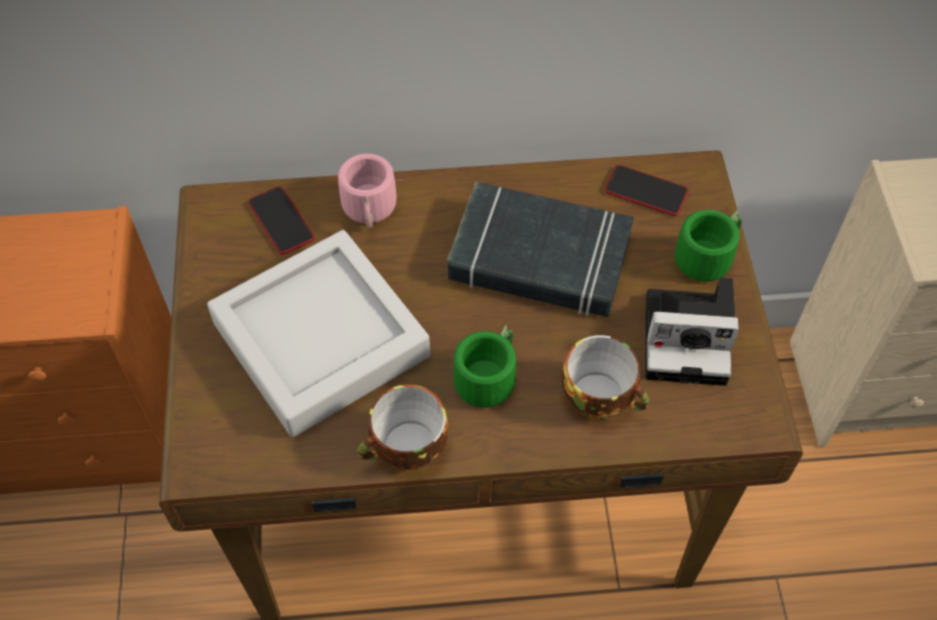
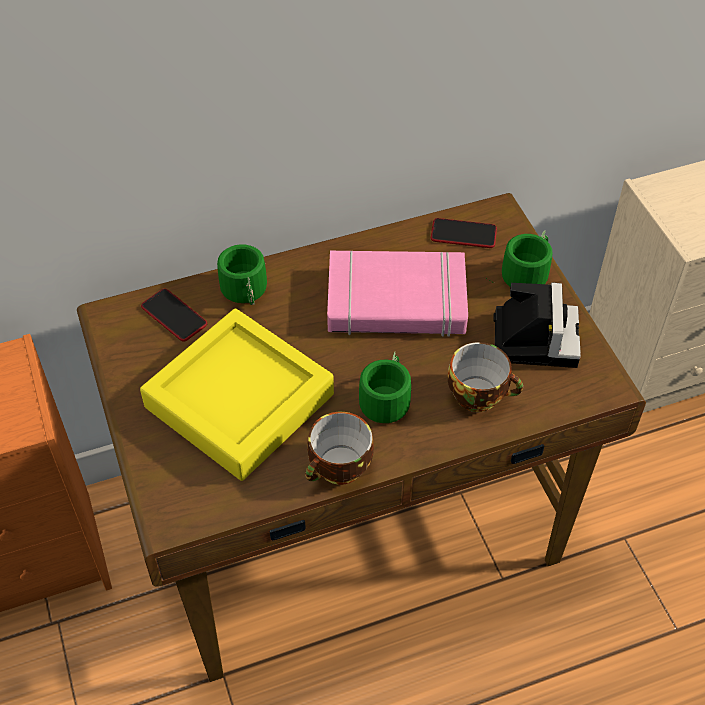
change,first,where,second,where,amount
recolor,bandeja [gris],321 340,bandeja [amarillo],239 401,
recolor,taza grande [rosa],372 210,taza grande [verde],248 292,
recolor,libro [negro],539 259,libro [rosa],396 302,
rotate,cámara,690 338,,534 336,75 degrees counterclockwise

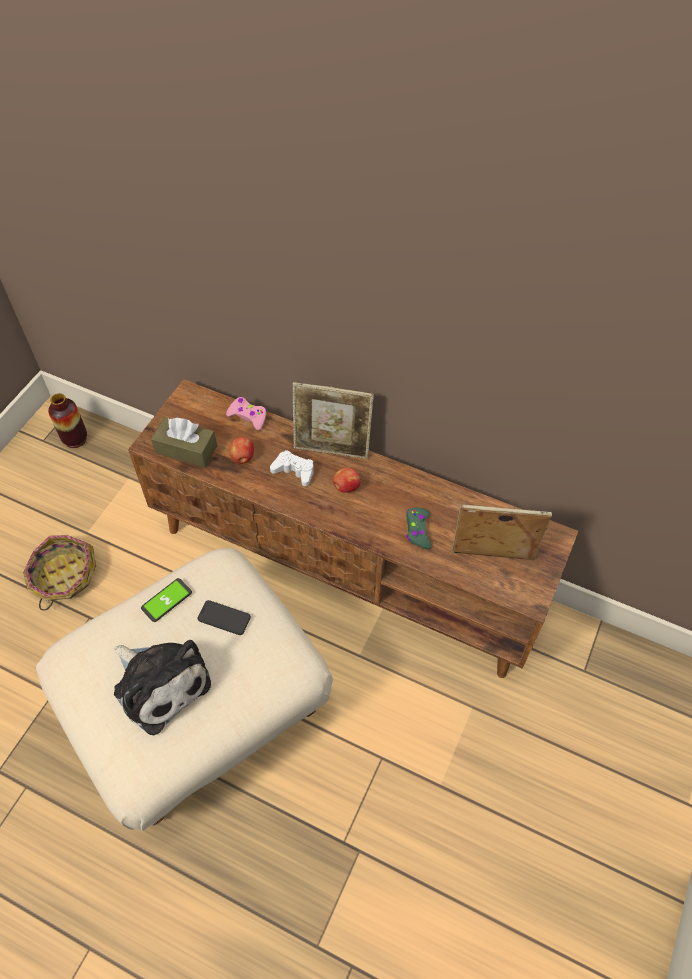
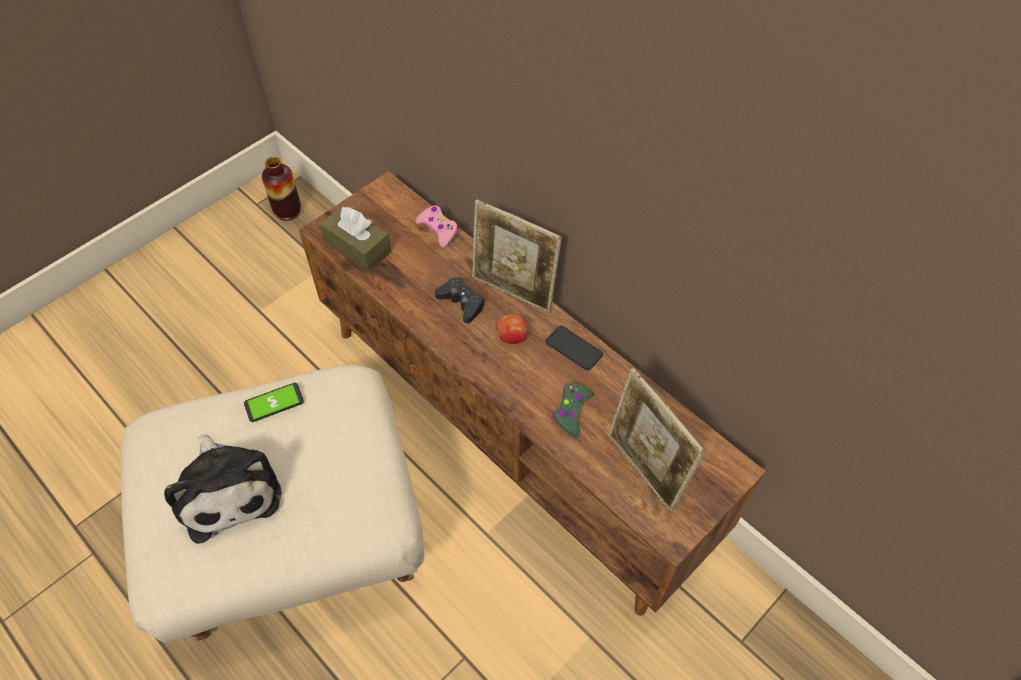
change,first,where,second,where,amount
delete,cesta,63 576,,,
move,móvil,224 618,,574 348,
delete,manzana,242 458,,,
recolor,mando de consola [blanco],294 471,mando de consola [negro],462 303,
rotate,portarretratos,491 558,,644 470,150 degrees counterclockwise

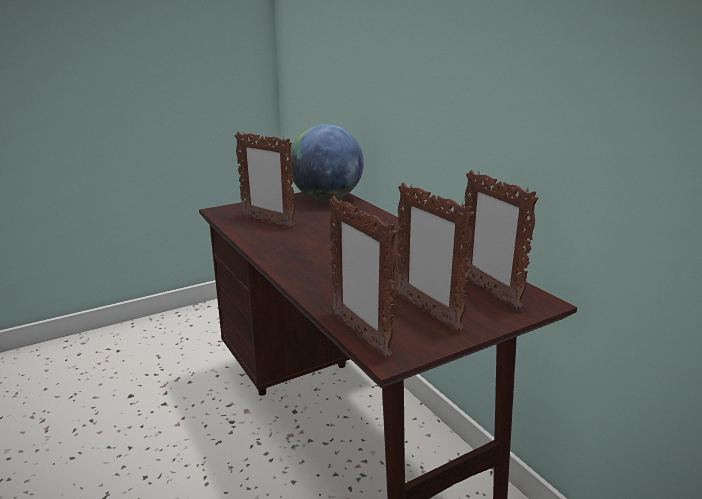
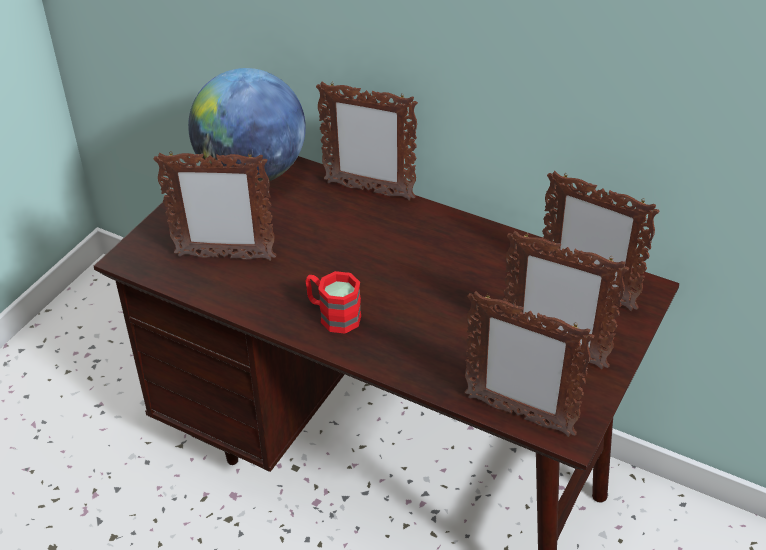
change,first,where,second,where,amount
insert,,,taza grande [rojo],333 315,
insert,,,portarretratos,368 191,

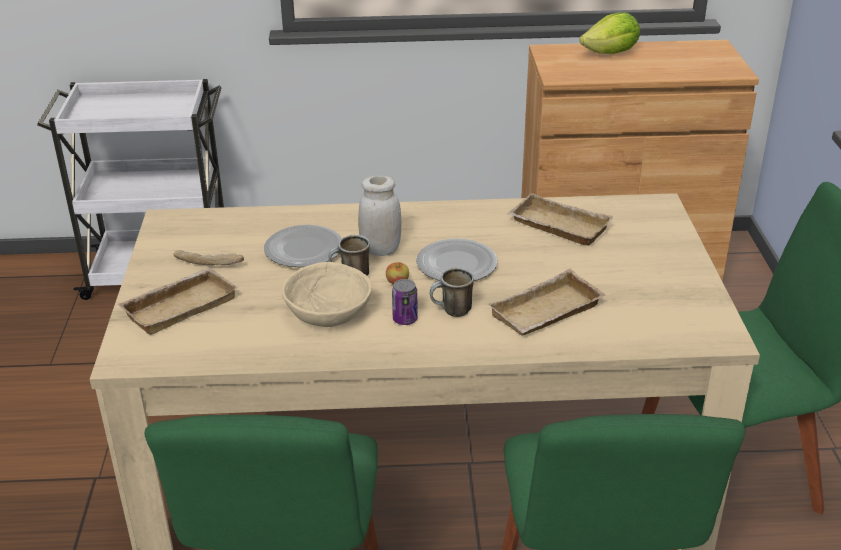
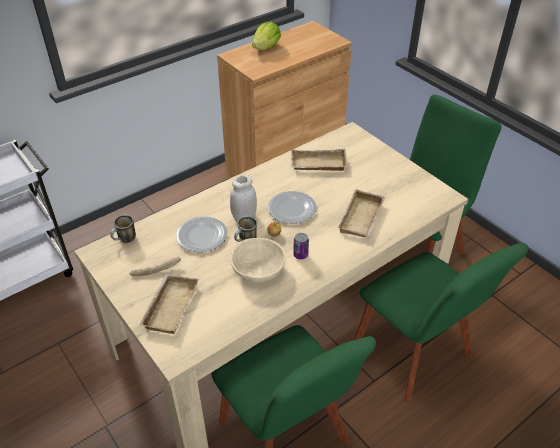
change,first,where,second,where,amount
move,taza grande,452 312,,125 240,

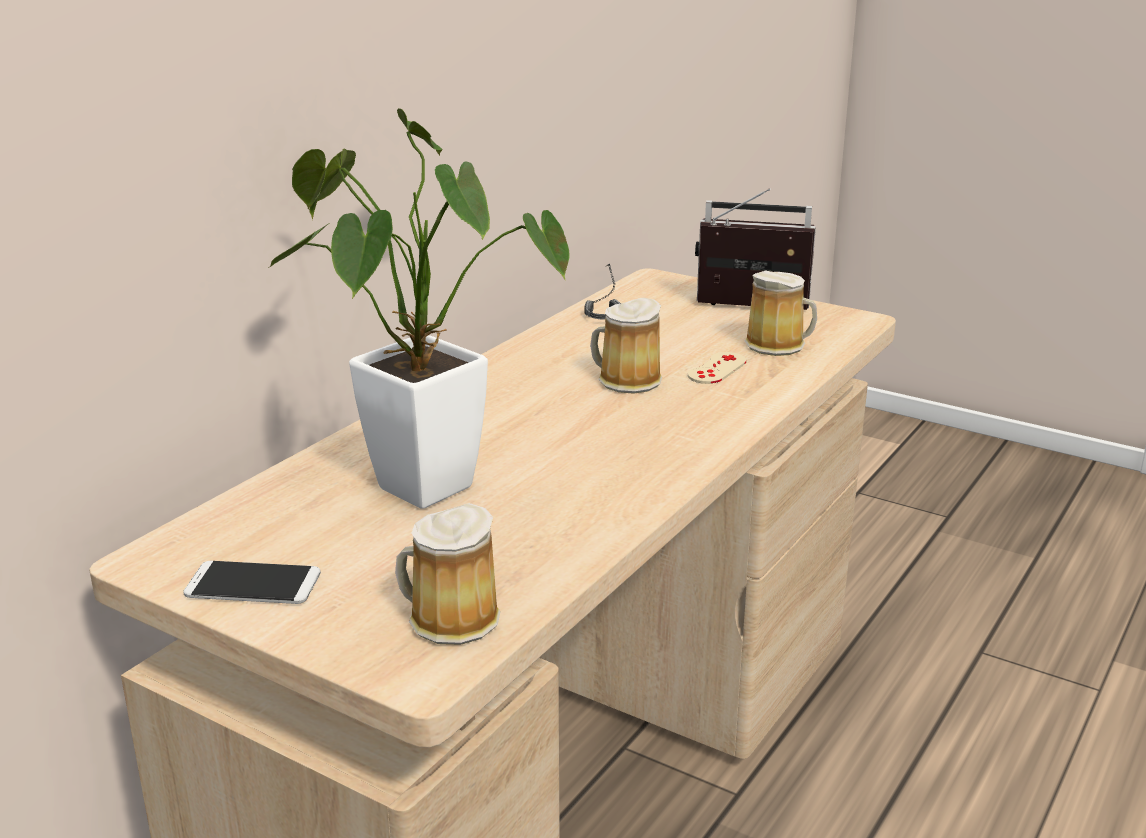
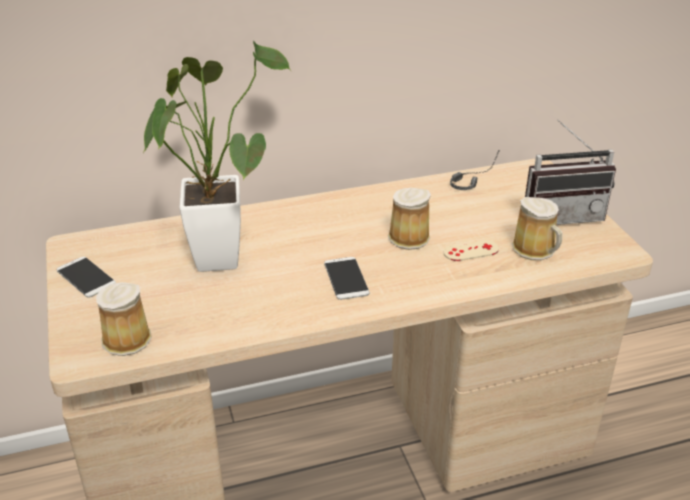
change,first,where,second,where,amount
rotate,radio,749 310,,560 215,120 degrees clockwise
insert,,,móvil,346 279,

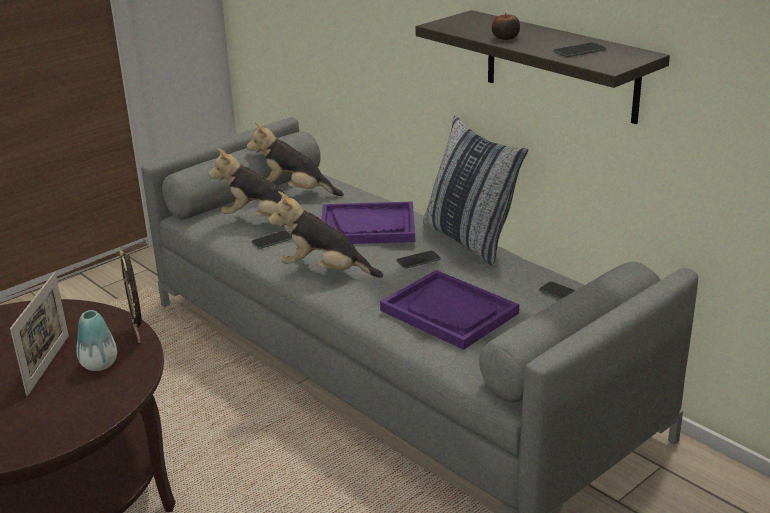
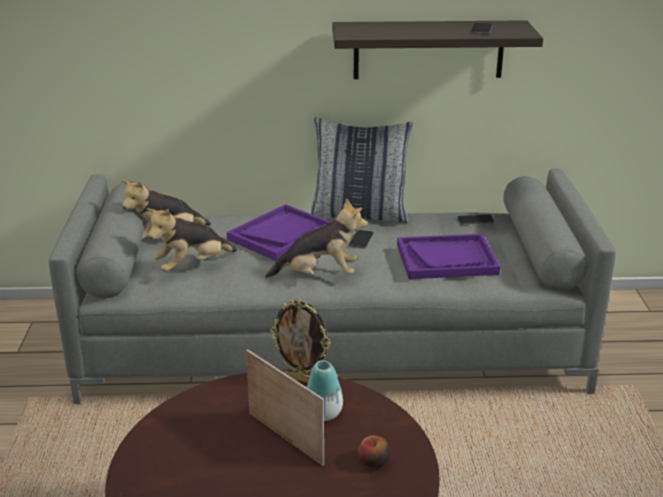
change,first,where,second,where,amount
delete,móvil,272 240,,,
rotate,peluche,325 271,,319 275,150 degrees counterclockwise
move,manzana,505 38,,373 461,

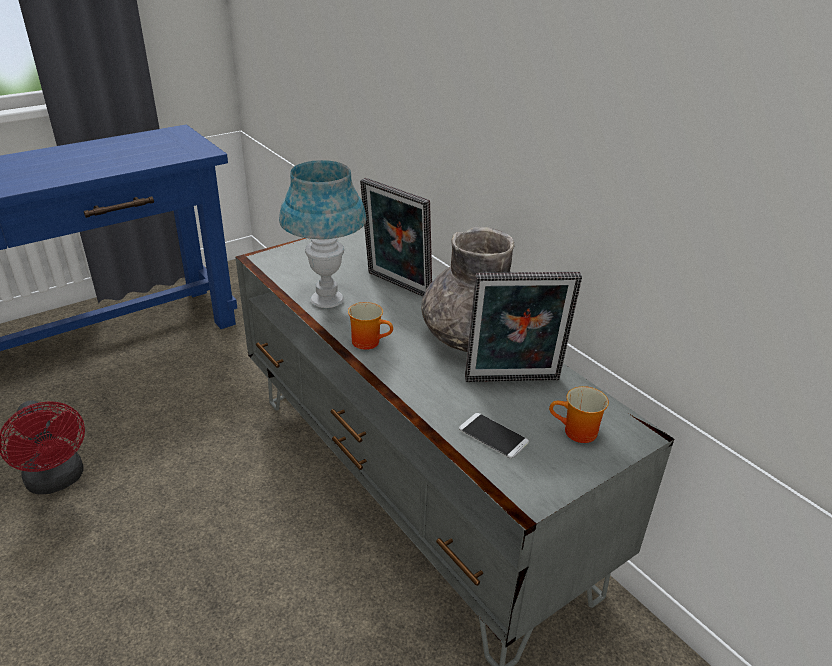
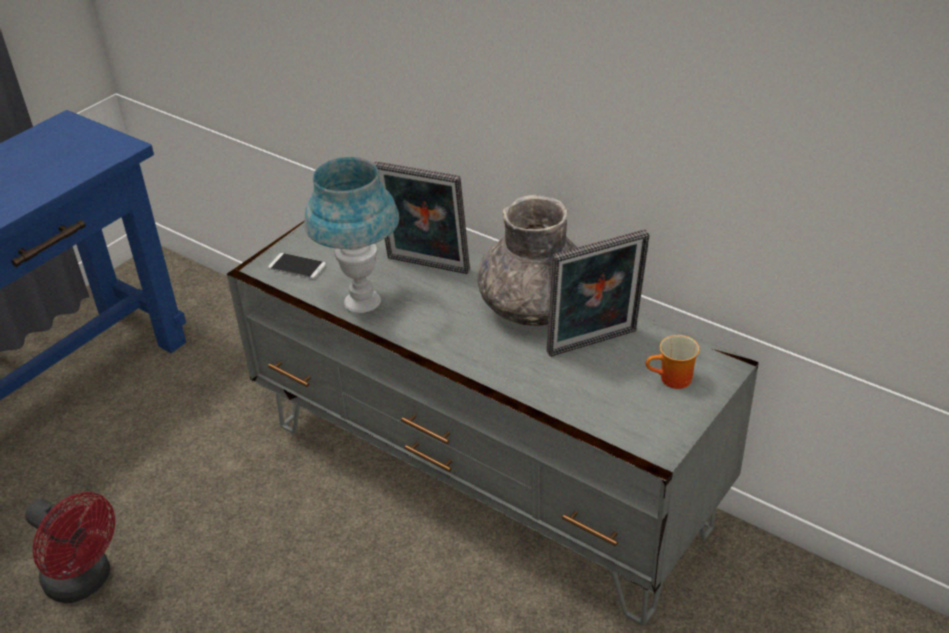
change,first,where,second,where,amount
delete,taza grande,369 341,,,
move,móvil,493 436,,297 266,

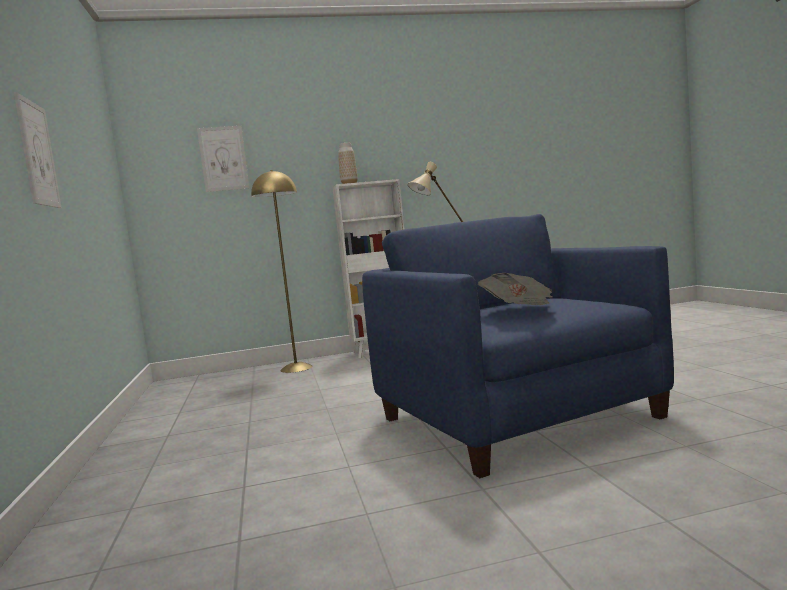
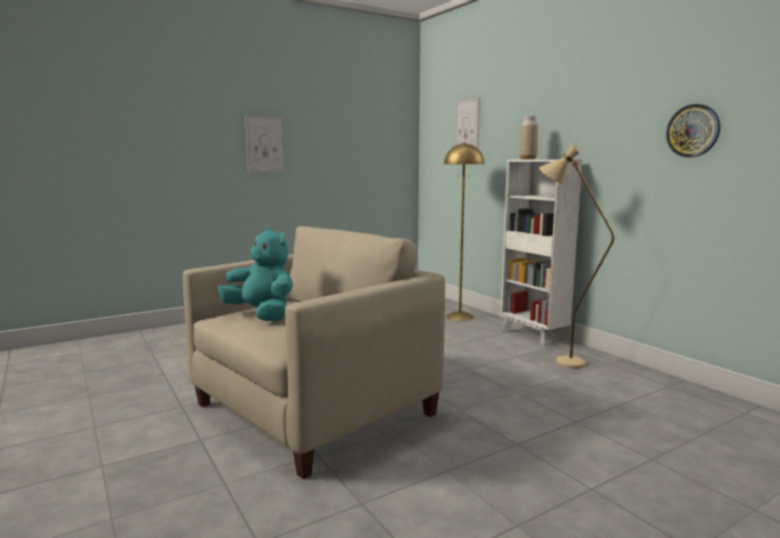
change,first,where,second,where,amount
recolor,sillón [azul],518 418,sillón [beis],313 409,
replace,periódico,520 311,peluche [turquesa],262 315,
insert,,,reloj de pared,693 131,

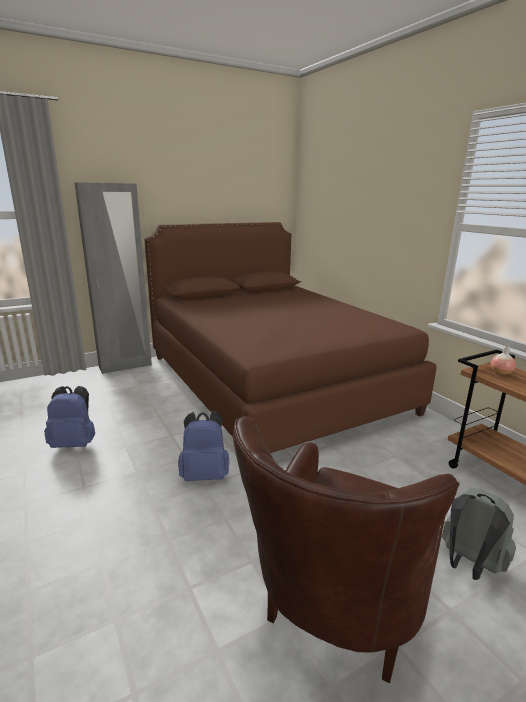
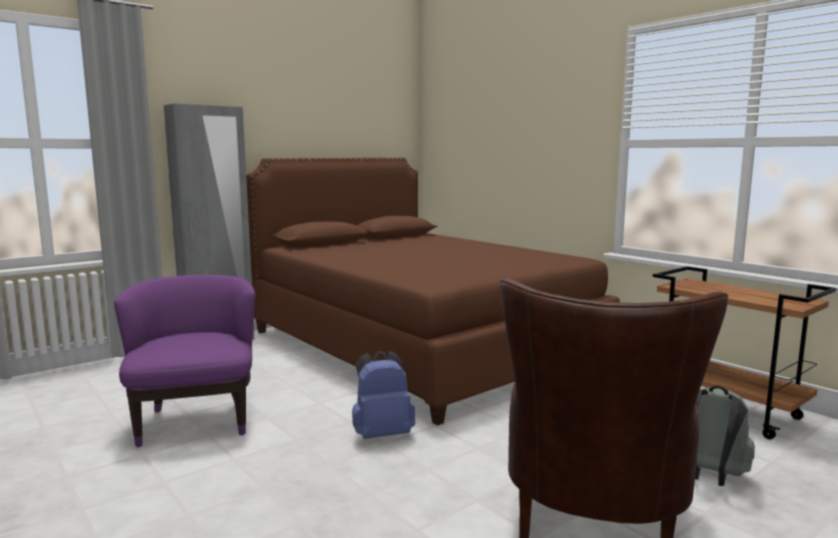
change,first,where,second,where,amount
replace,mochila [azul],74 443,sillón [morado],195 421,
delete,florero,501 373,,,

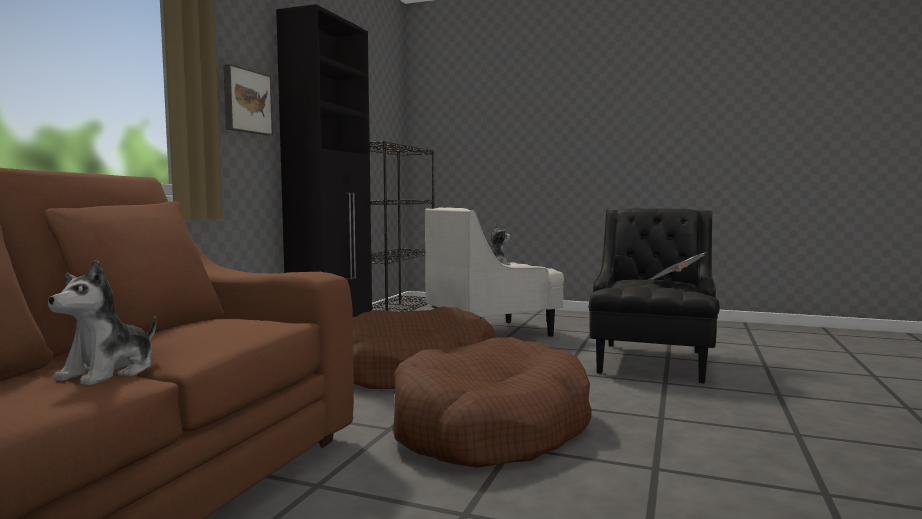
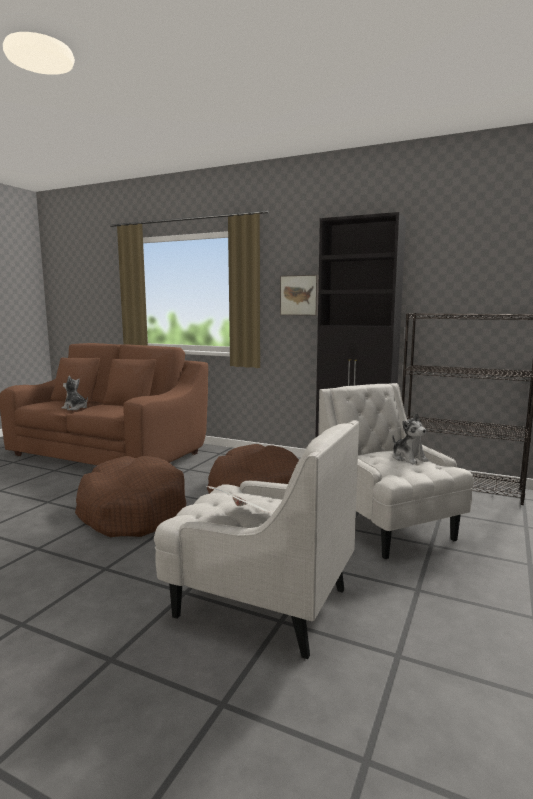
change,first,where,second,where,amount
recolor,sillón [negro],651 362,sillón [blanco],260 602,

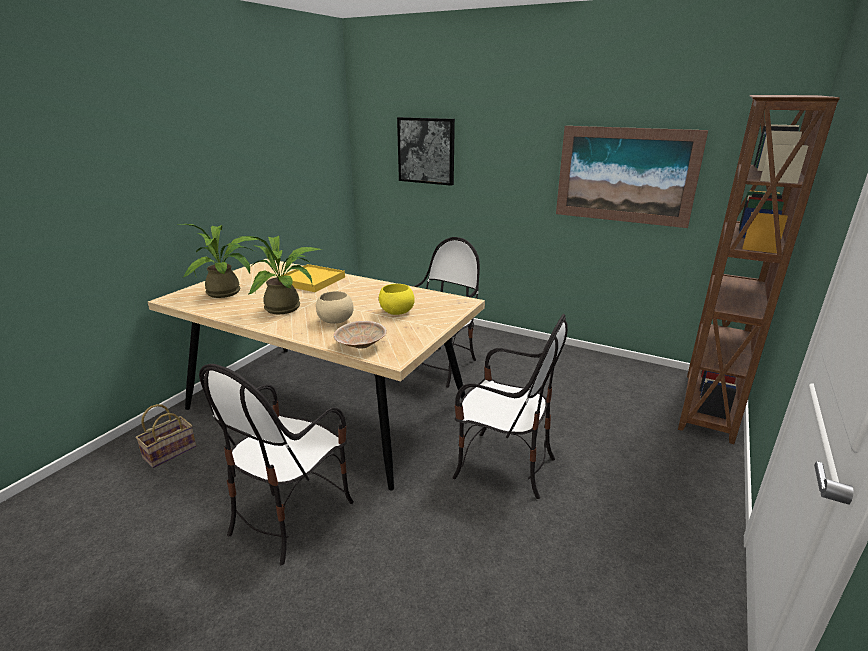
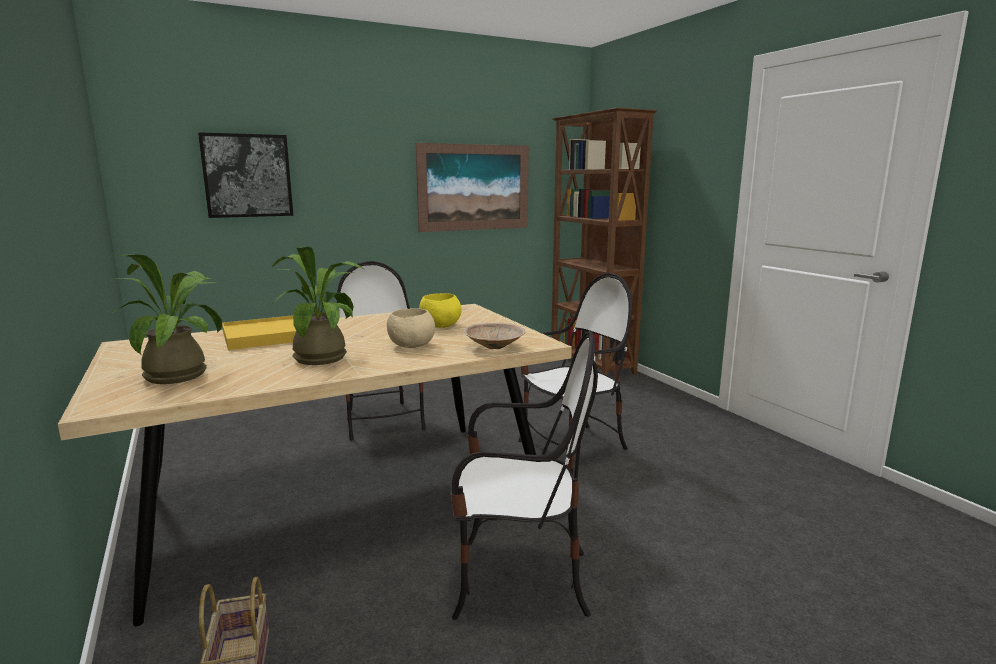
change,first,where,second,where,amount
rotate,silla,290 514,,519 580,60 degrees counterclockwise

